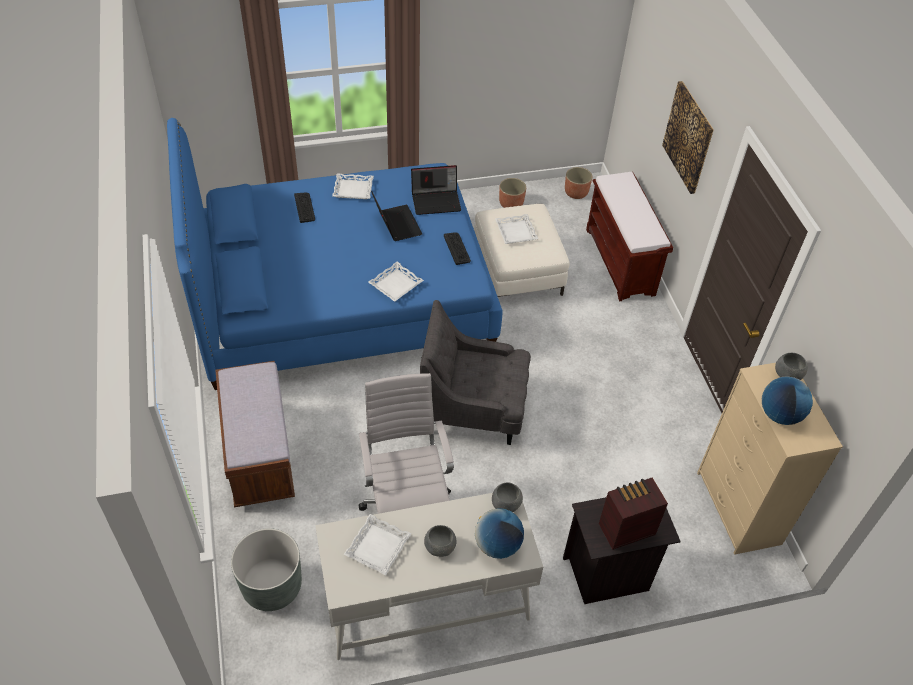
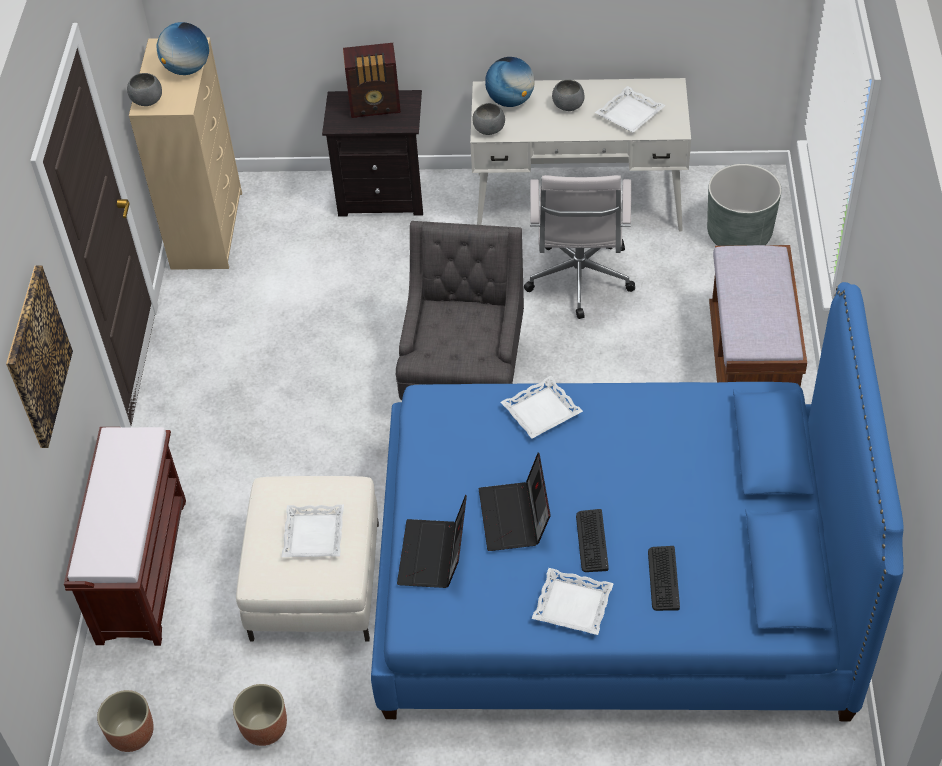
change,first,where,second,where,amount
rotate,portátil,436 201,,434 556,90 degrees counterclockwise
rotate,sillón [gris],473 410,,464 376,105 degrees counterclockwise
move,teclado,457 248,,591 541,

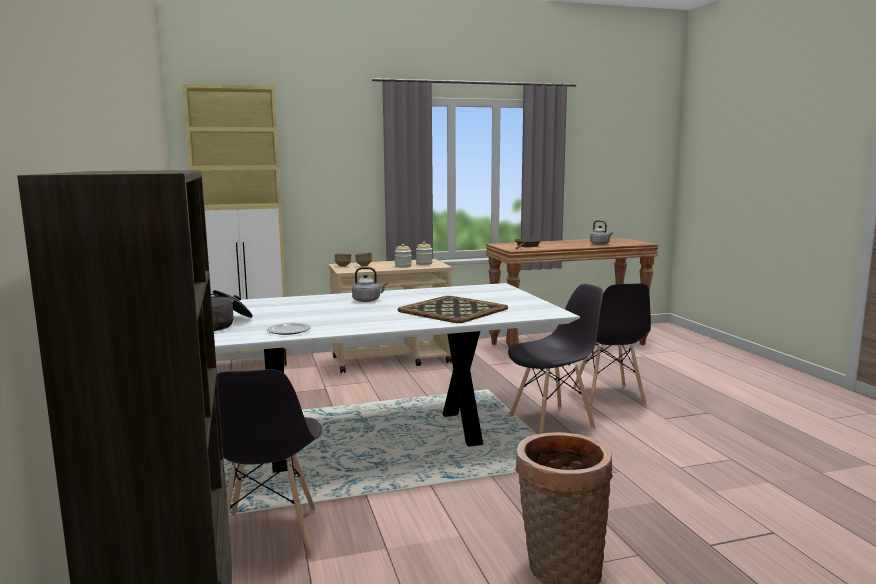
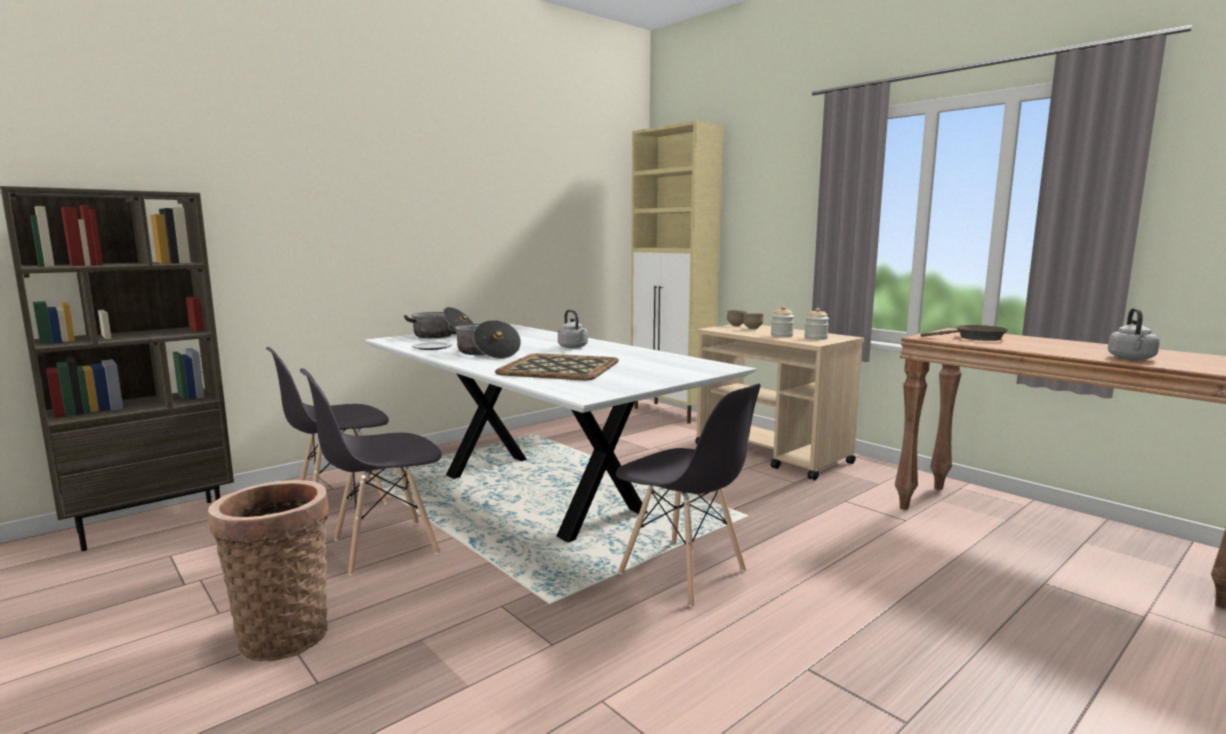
change,first,where,second,where,amount
move,silla [gris],608 397,,384 547,
insert,,,olla,486 353,

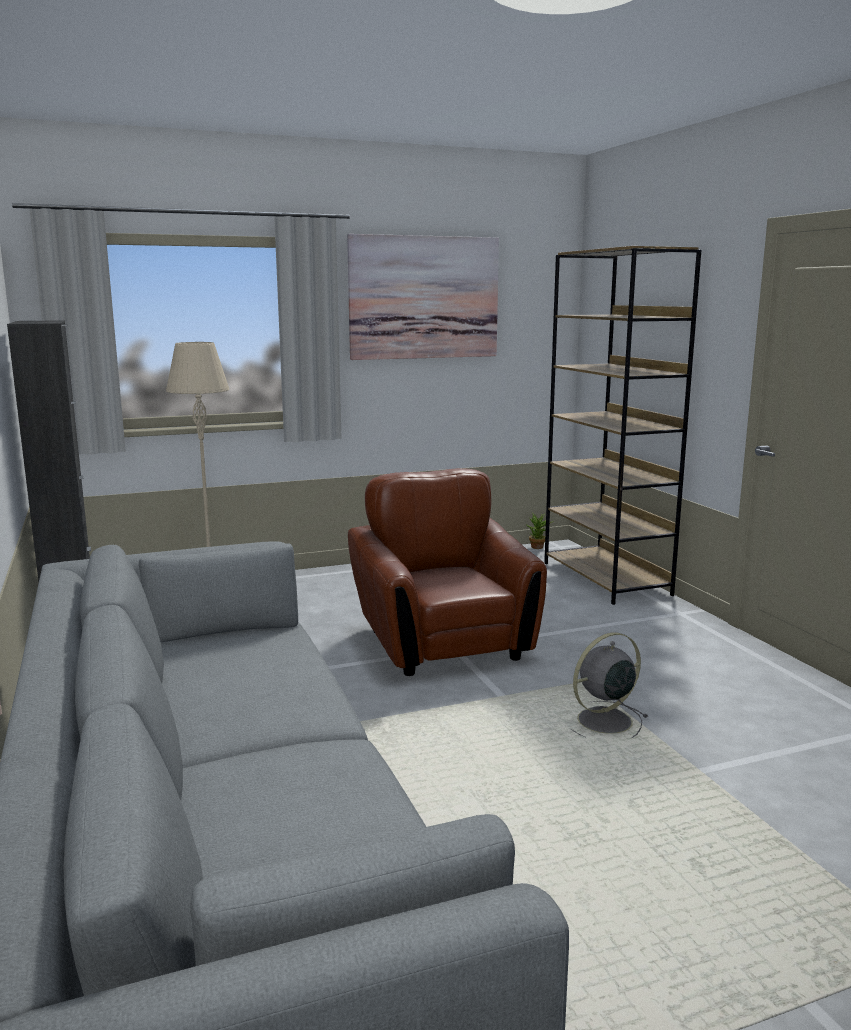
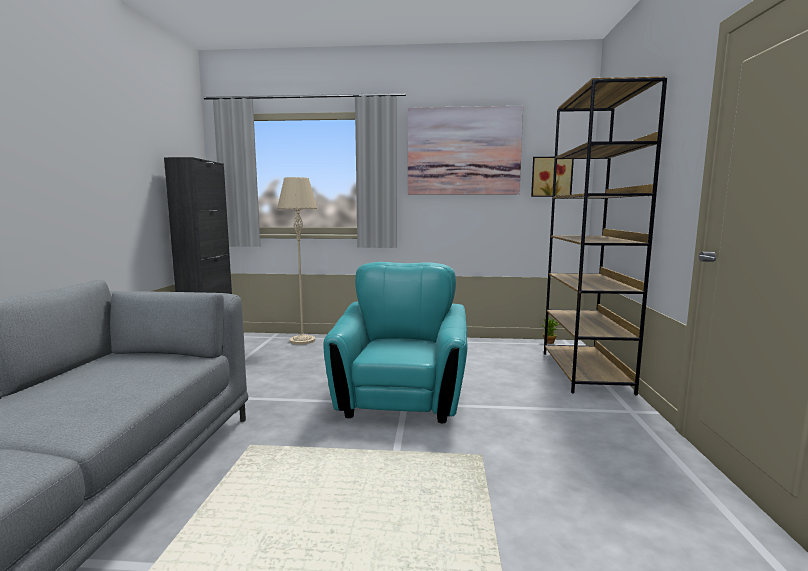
change,first,where,second,where,amount
recolor,sillón [marrón],443 643,sillón [turquesa],401 398,
delete,ventilador [gris],602 722,,,
insert,,,cuadro,551 177,

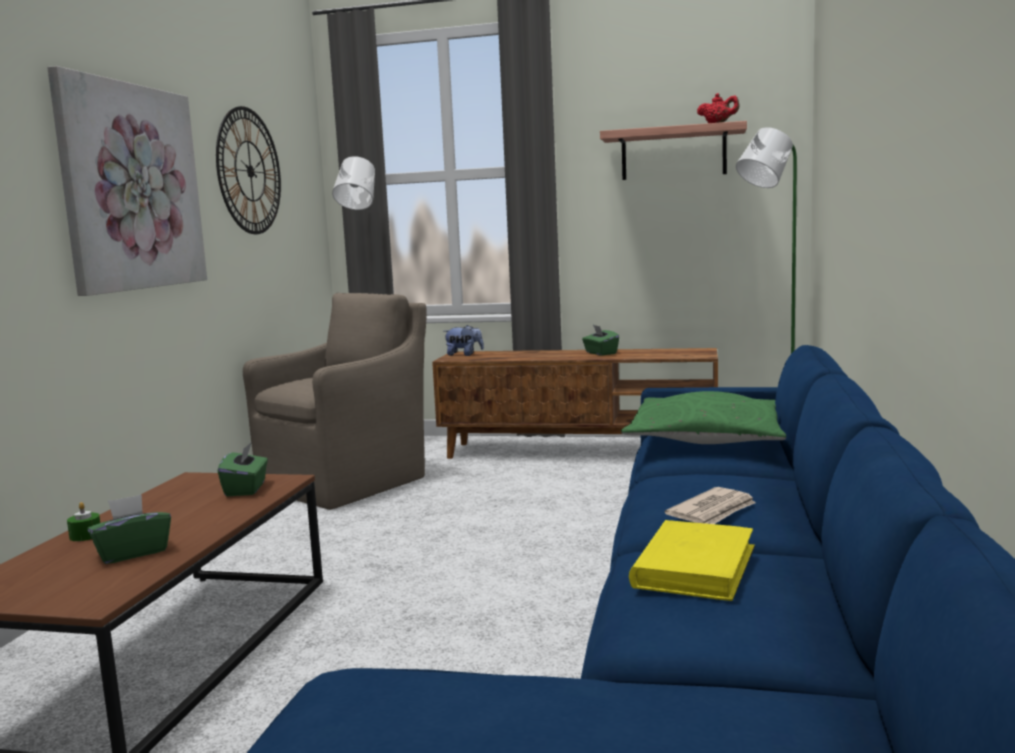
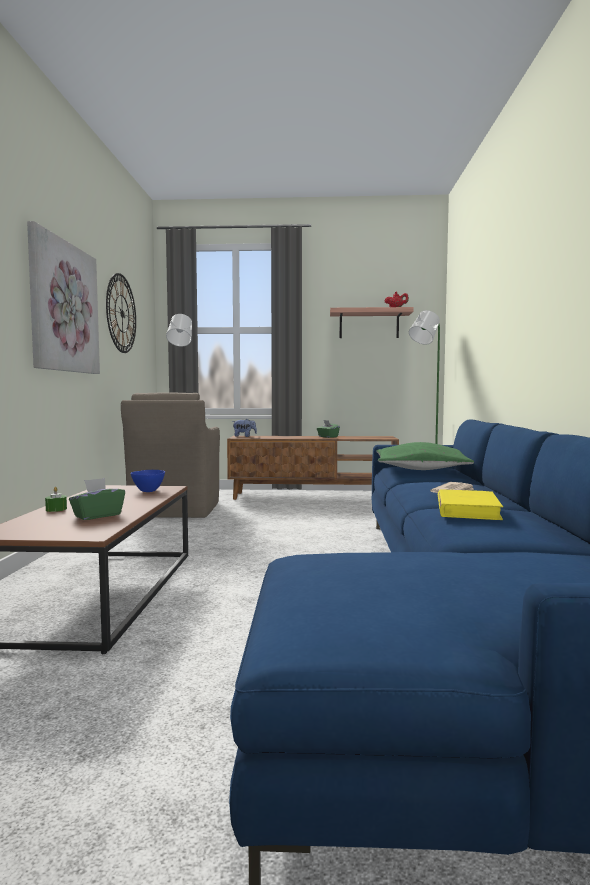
change,first,where,second,where,amount
replace,caja de pañuelos [verde],246 489,cuenco [azul],148 491,
rotate,sillón [marrón],347 482,,175 510,150 degrees clockwise

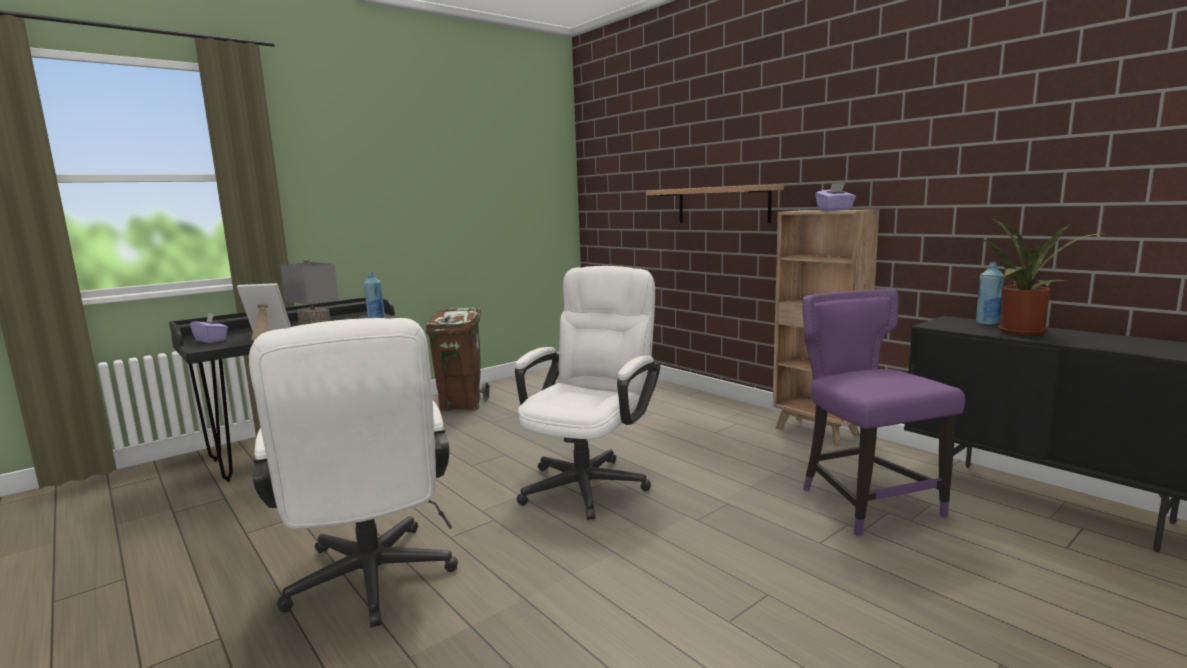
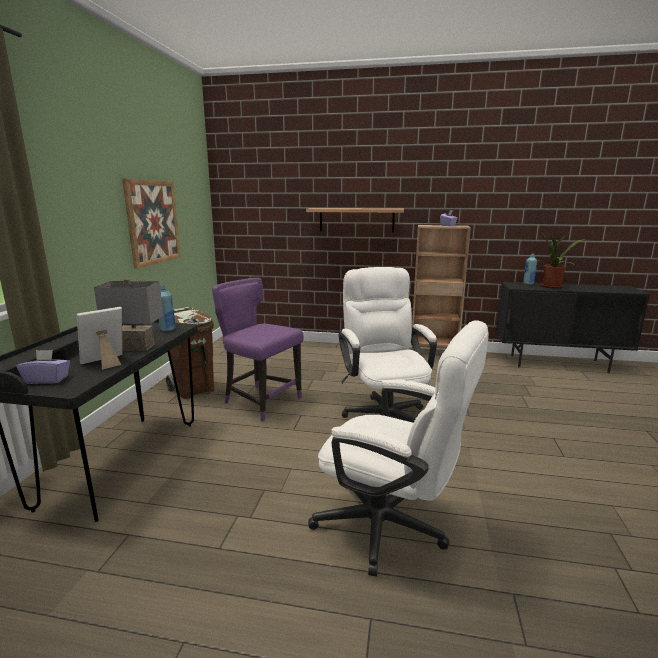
change,first,where,second,where,amount
move,silla [morado],866 502,,260 401,
insert,,,cuadro,153 222,

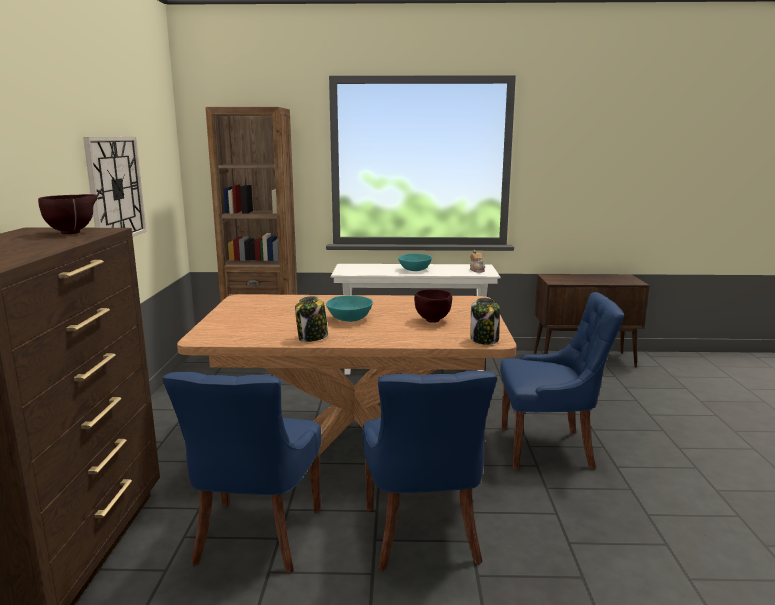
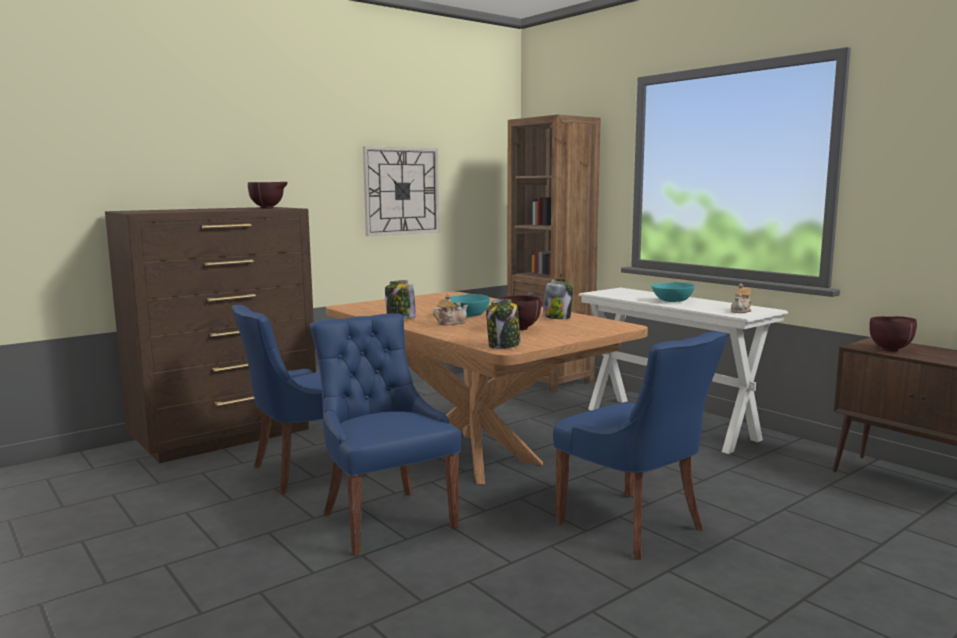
change,first,where,second,where,amount
rotate,silla [azul],423 536,,385 519,105 degrees clockwise
insert,,,tetera,450 323,
insert,,,tarro,557 317,
insert,,,cuenco [marrón],892 350,

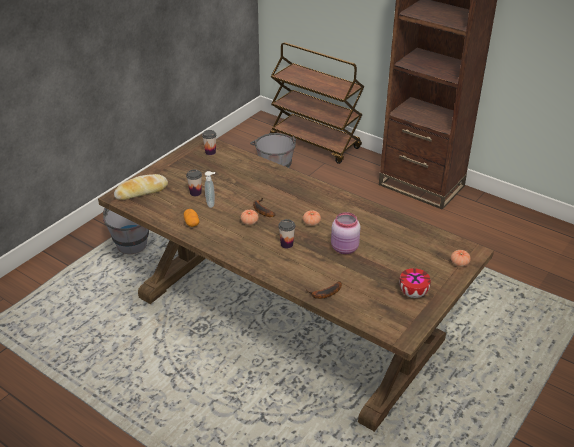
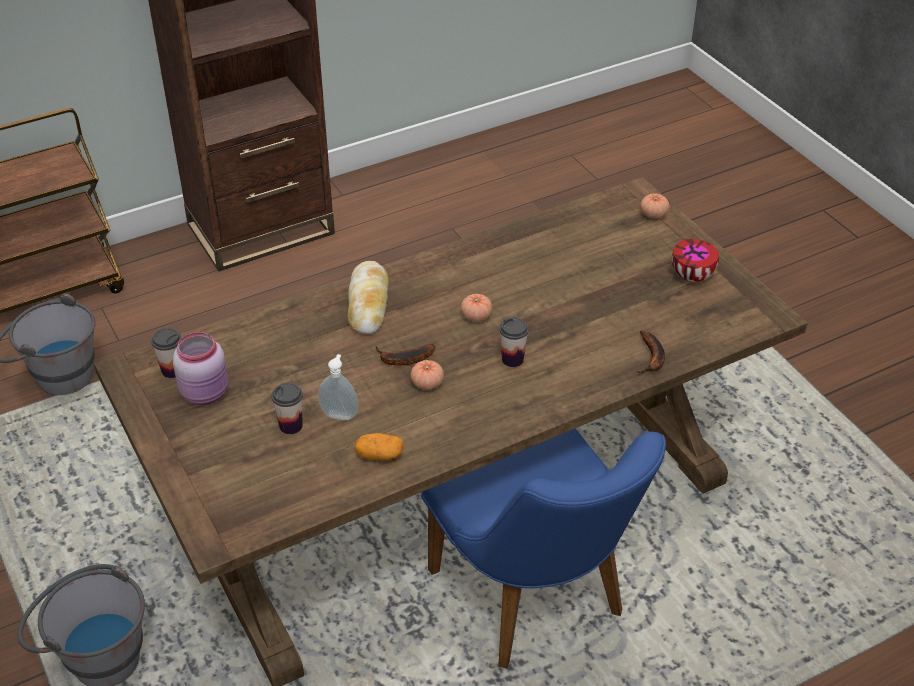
change,first,where,second,where,amount
move,pan,141 191,,368 304,
move,tarro [rosa],345 249,,206 393,
insert,,,silla [azul],536 603,

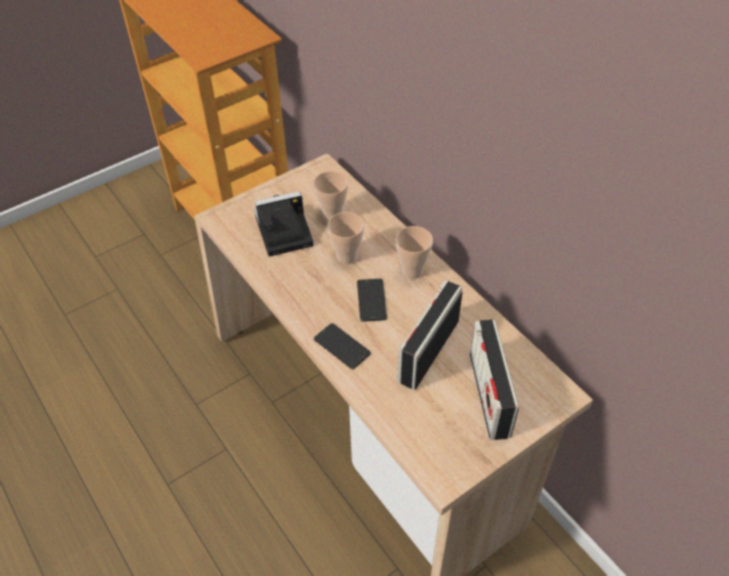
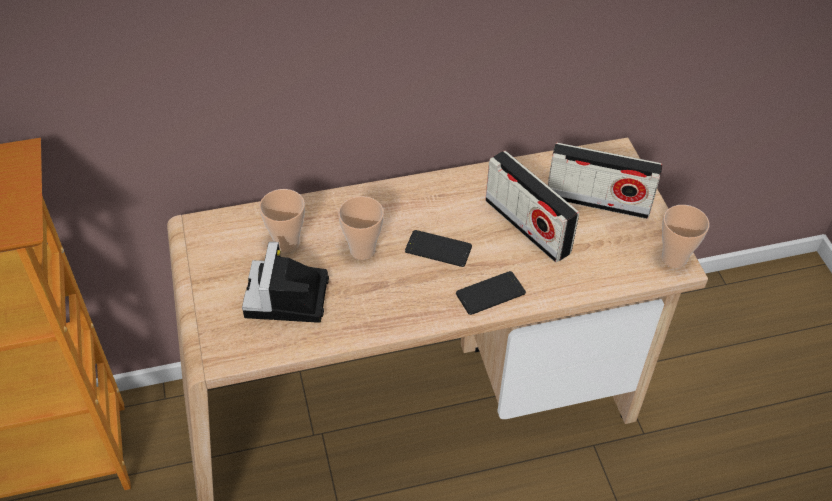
change,first,where,second,where,amount
move,taza,412 271,,674 258,

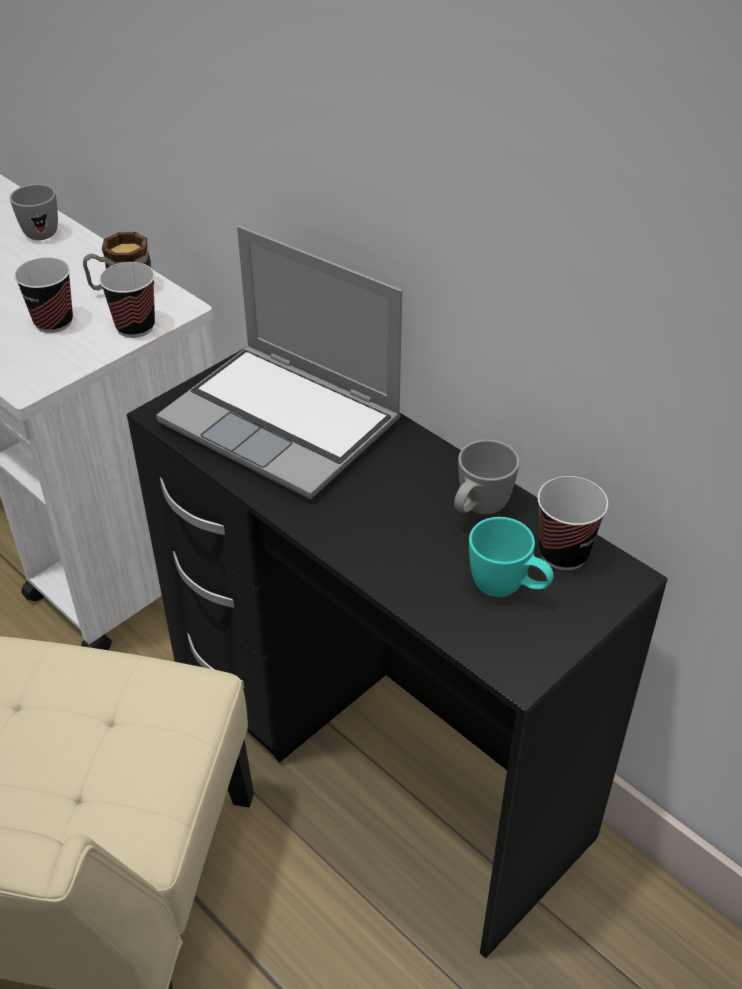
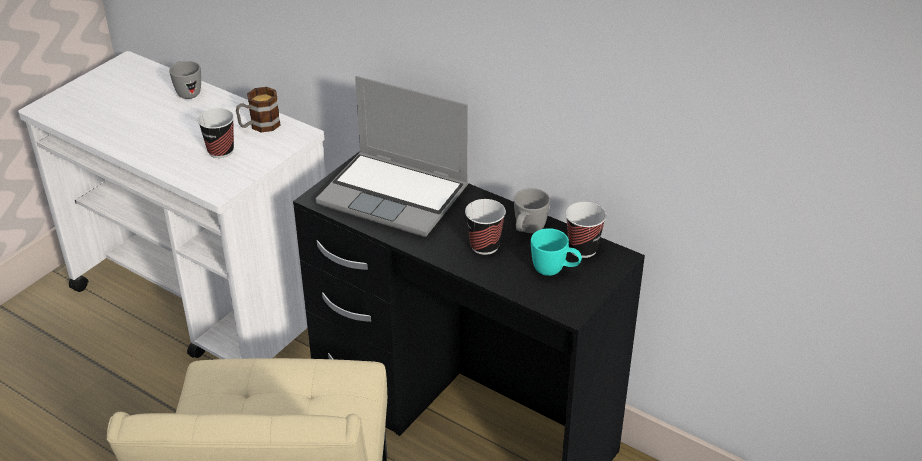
change,first,where,second,where,amount
move,taza,135 327,,484 246,

